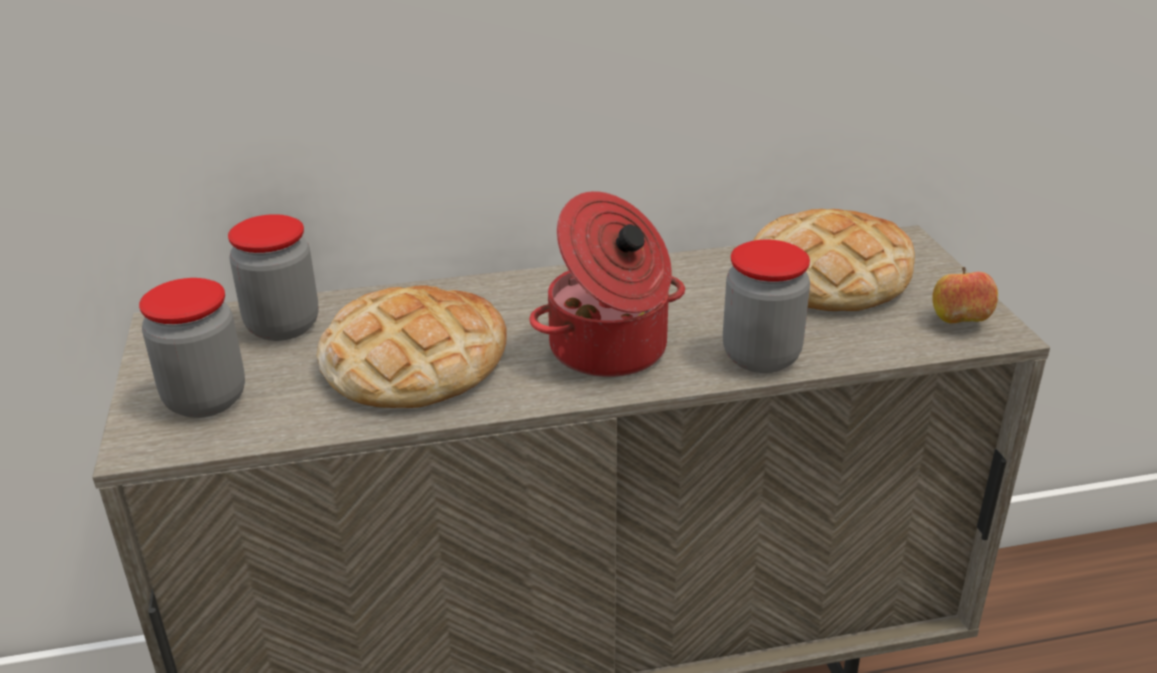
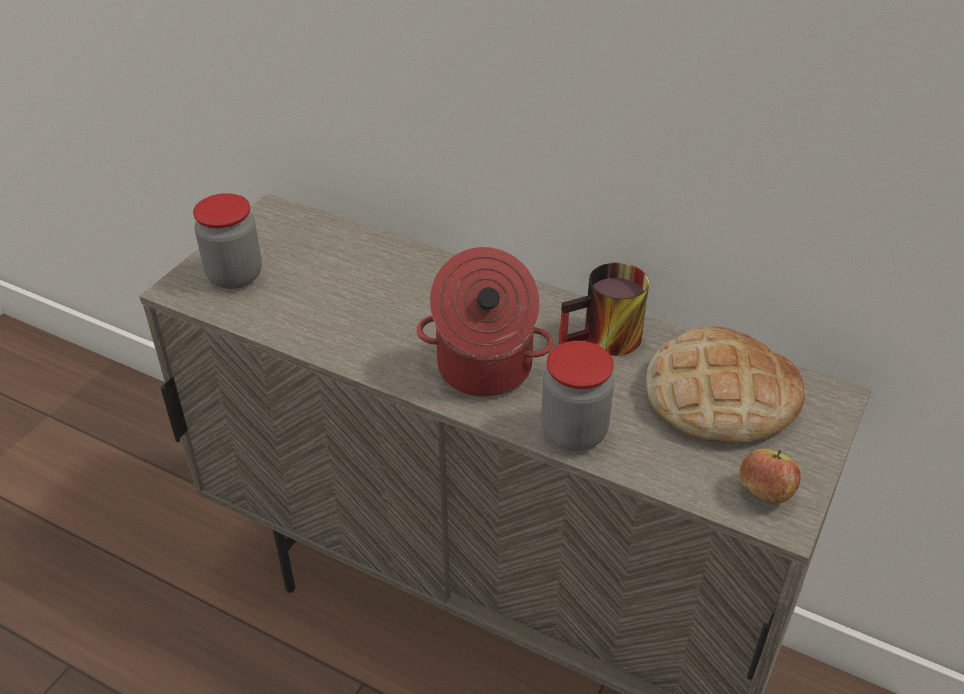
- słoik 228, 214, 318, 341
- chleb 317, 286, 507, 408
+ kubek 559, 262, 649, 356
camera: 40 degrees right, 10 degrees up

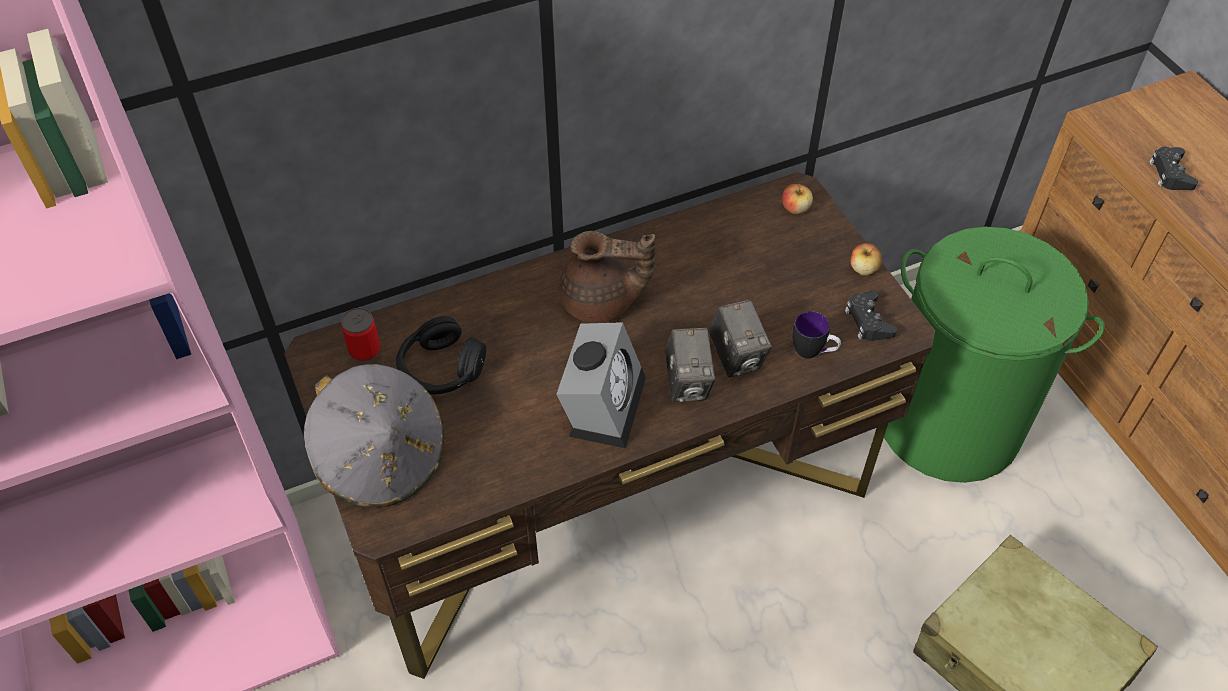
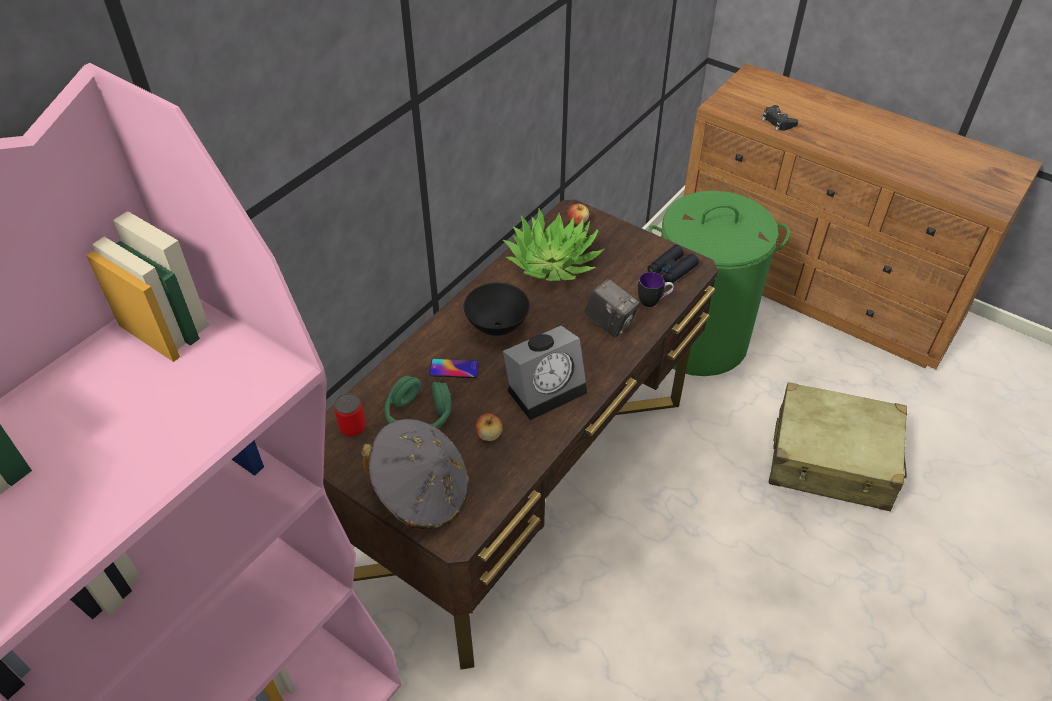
~ słuchawki [czarny] 396, 316, 486, 395 to słuchawki [zielony] 385, 376, 452, 429
~ budzik 556, 322, 646, 448 = 503, 326, 587, 420 75 degrees clockwise
~ imbryk [brązowy] 559, 231, 655, 322 to miska [czarny] 464, 283, 530, 336
- aparat fotograficzny 665, 328, 715, 402
~ pad do gier [czarny] 845, 290, 897, 341 to lornetka [czarny] 648, 245, 699, 283
~ jabłko 851, 243, 882, 275 to 475, 413, 503, 441
+ telefon 429, 359, 479, 378
+ roślina doniczkowa 503, 209, 605, 281
camera: 30 degrees left, 5 degrees down

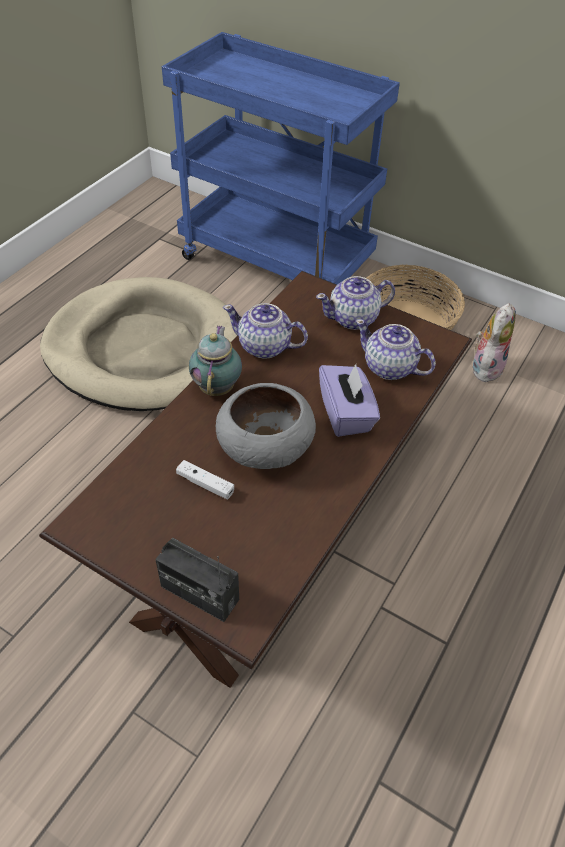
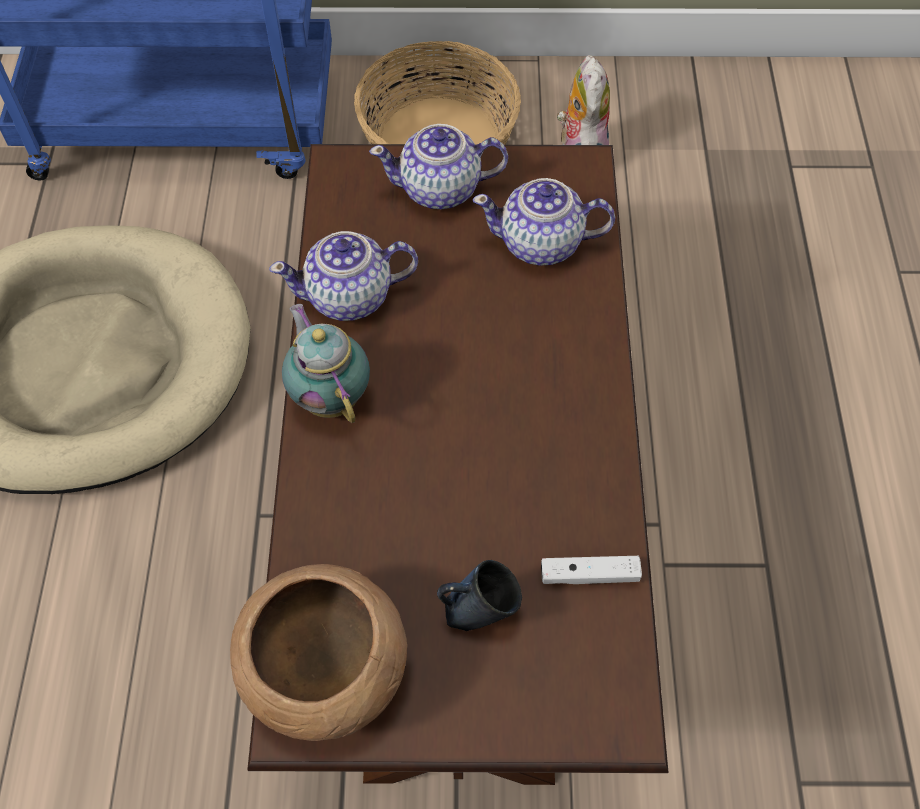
- radio 155, 538, 239, 622
~ pad do gier [biały] 176, 460, 234, 499 to 541, 556, 642, 584
- miska [szary] 216, 383, 316, 469
~ imbryk 316, 276, 395, 330 = 369, 124, 508, 209 45 degrees clockwise
- pudełko chusteczek [fioletowy] 319, 364, 380, 437
+ miska [brązowy] 230, 564, 407, 741
+ kubek [niebieski] 437, 560, 522, 631
camera: 30 degrees left, 10 degrees up

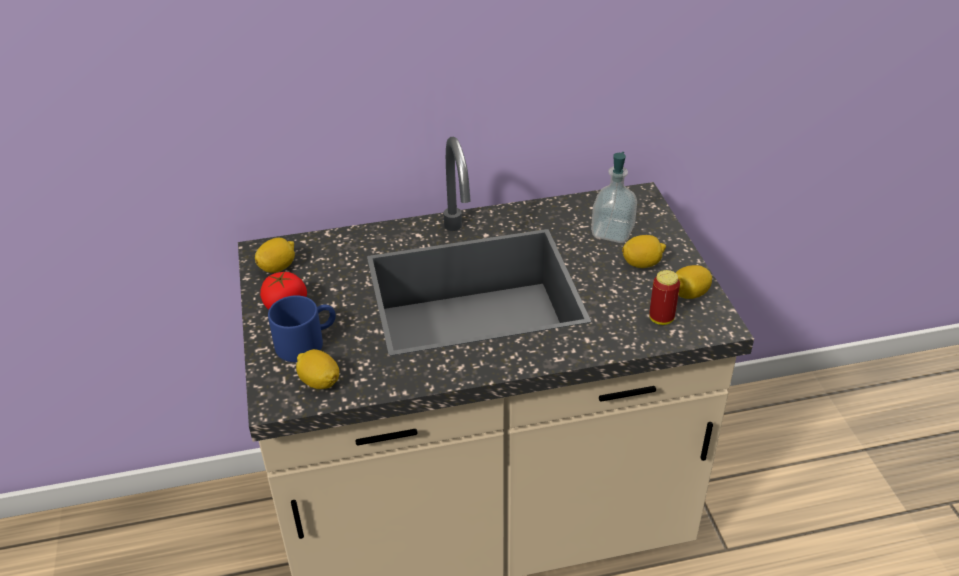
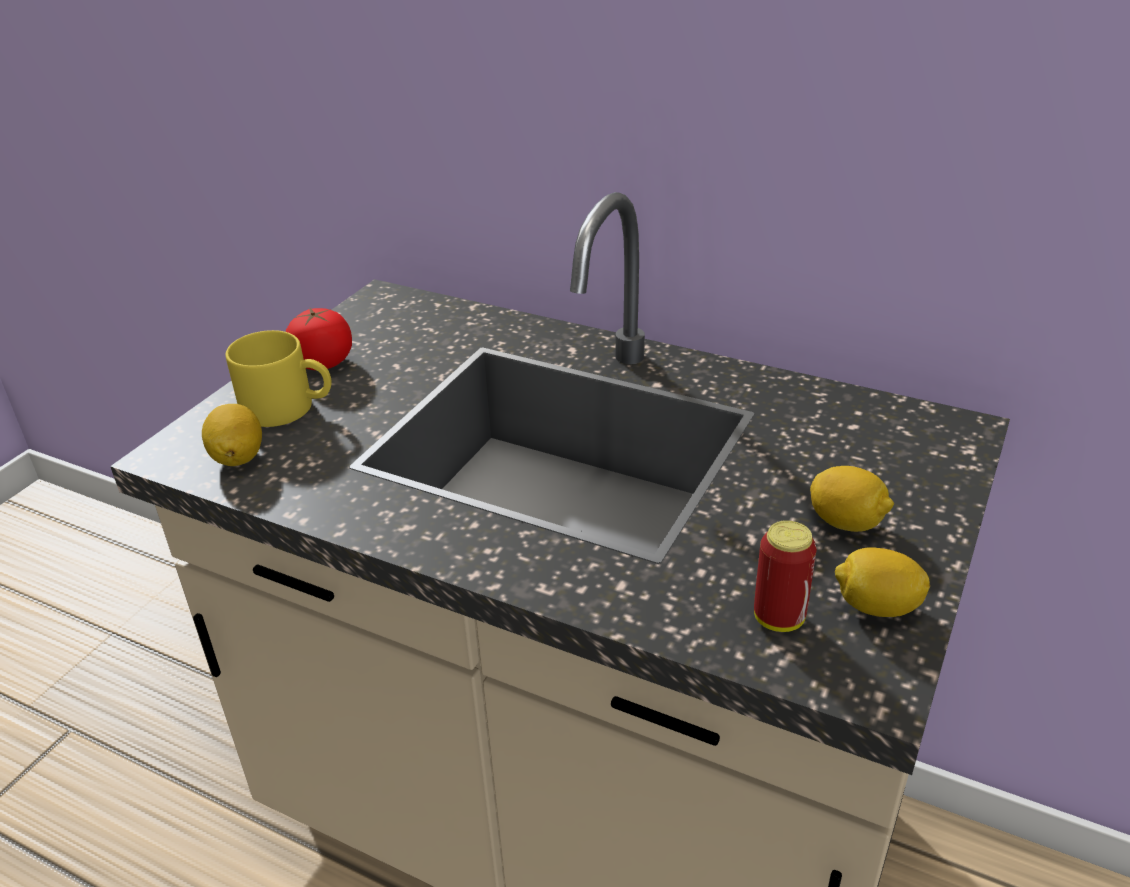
- cytryna 255, 238, 295, 273
~ kubek [niebieski] 268, 295, 336, 362 to kubek [żółty] 226, 330, 332, 427
- dozownik mydła 591, 152, 637, 243
camera: 40 degrees right, 5 degrees down

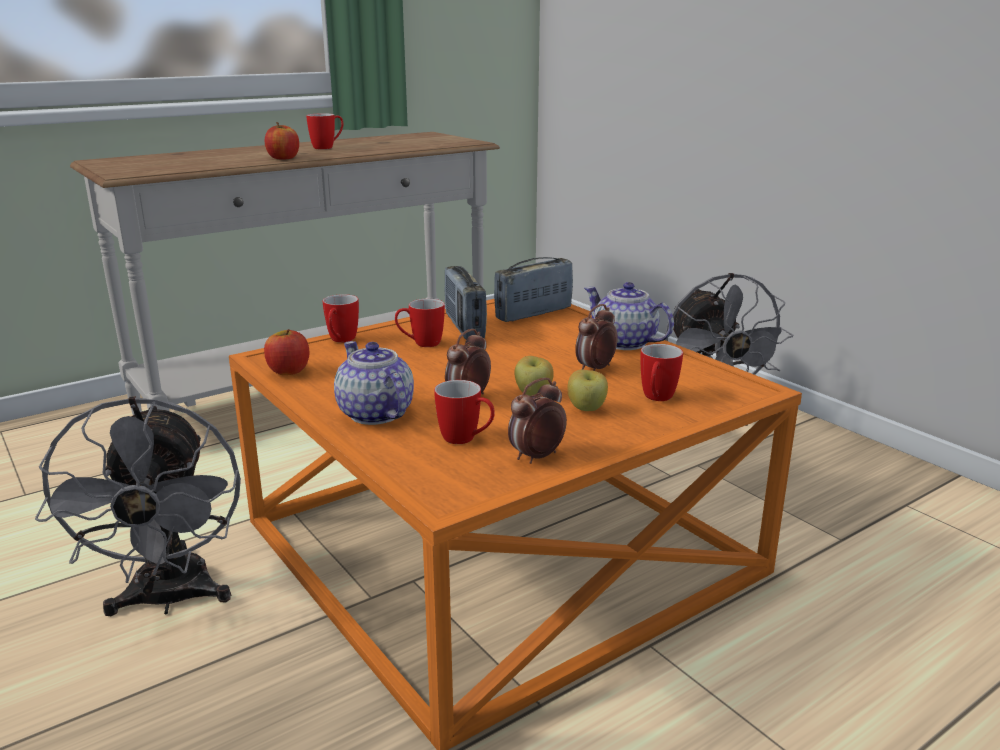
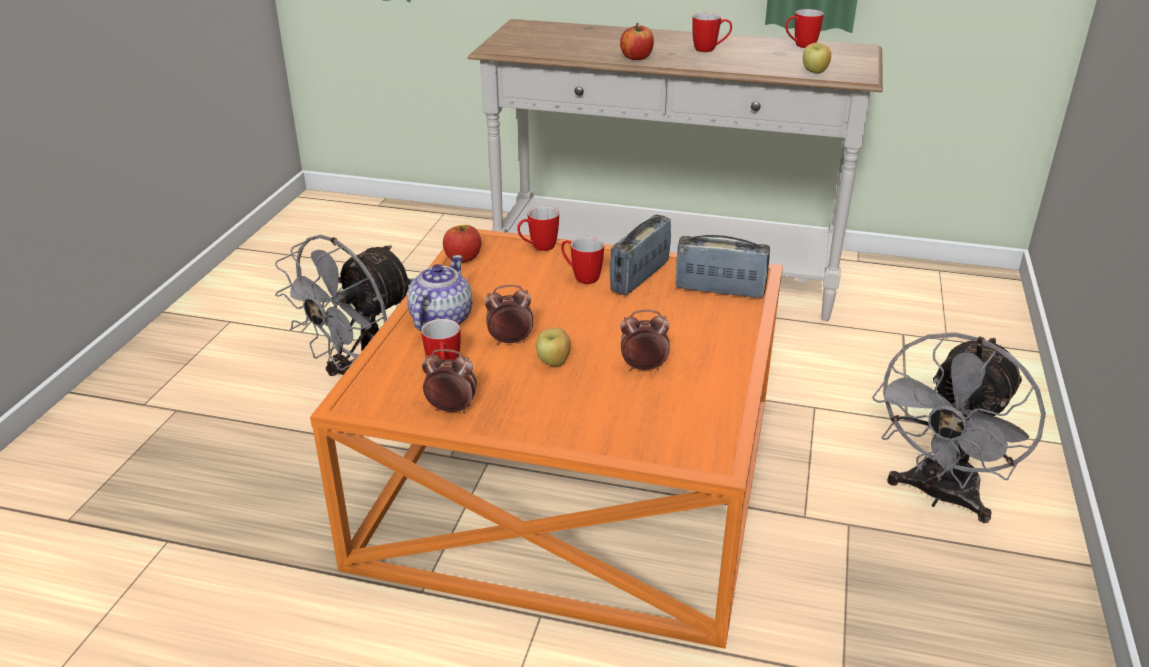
~ jabłko 567, 370, 608, 411 to 803, 43, 831, 74
- imbryk 584, 282, 674, 350
~ kubek 641, 344, 683, 401 to 785, 9, 824, 48
camera: 50 degrees right, 10 degrees up

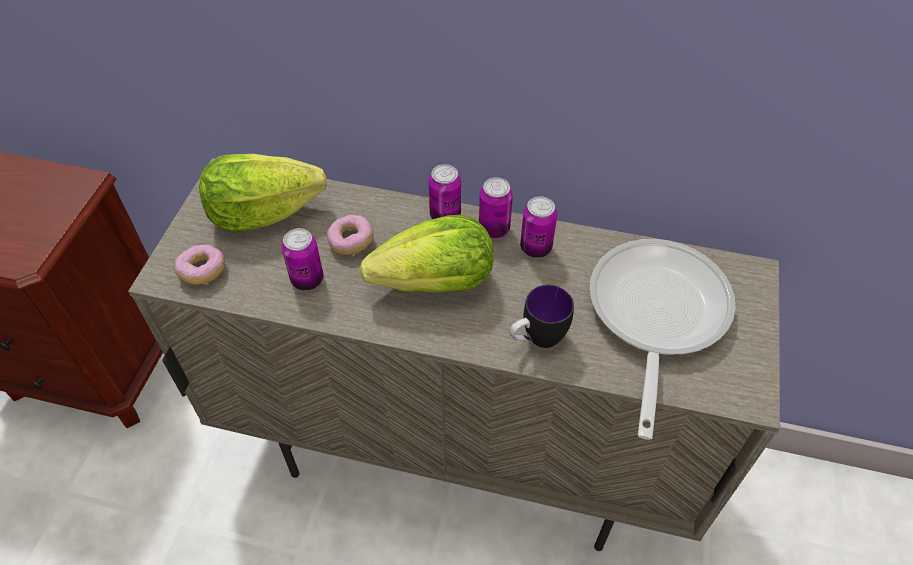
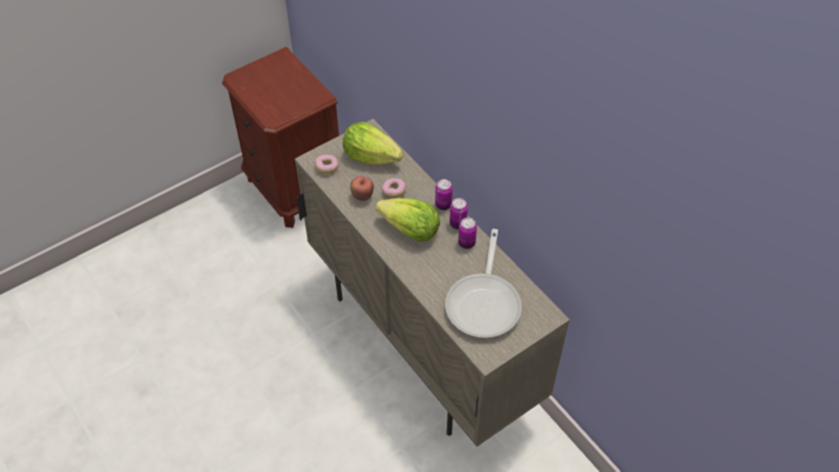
~ puszka 281, 228, 323, 290 to jabłko 350, 176, 374, 201
- kubek 510, 285, 574, 348
~ patelnia 590, 239, 735, 440 = 445, 229, 522, 338 135 degrees clockwise
camera: 40 degrees right, 0 degrees up

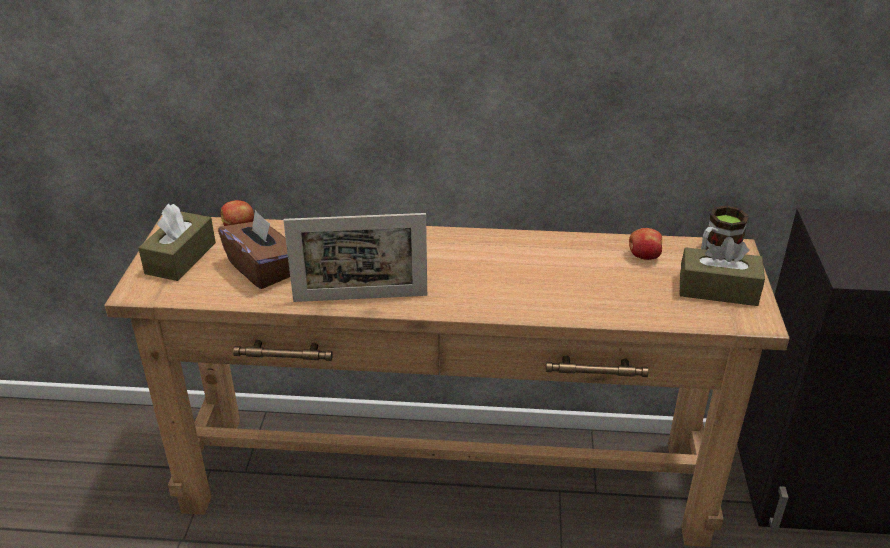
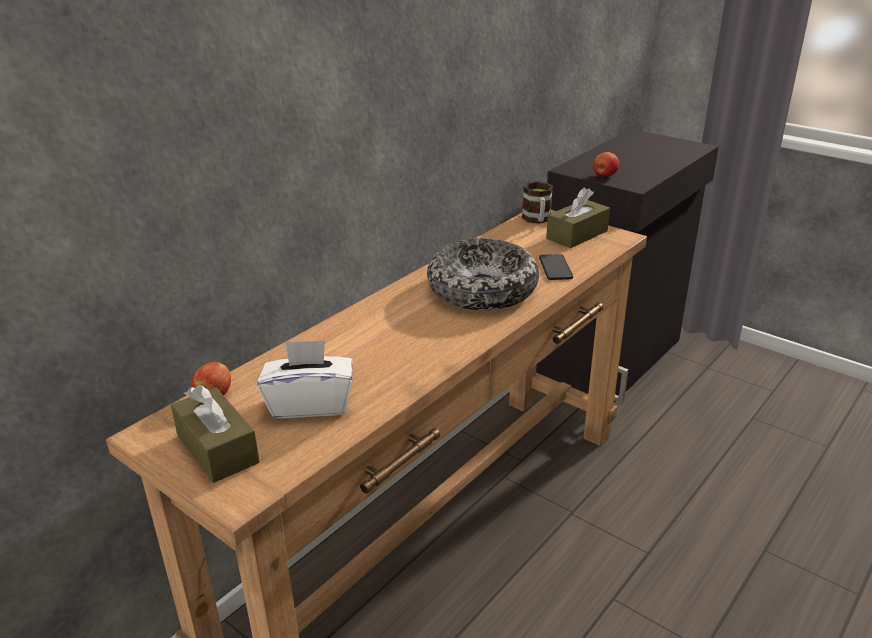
~ pudełko chusteczek [brązowy] 218, 209, 290, 289 to pudełko chusteczek [biały] 258, 340, 353, 418
- ramka na zdjęcie 283, 213, 427, 302
~ jabłko 629, 228, 662, 260 to 593, 152, 619, 177
+ miska 427, 238, 539, 310
+ telefon 539, 254, 573, 280
camera: 55 degrees left, 5 degrees down

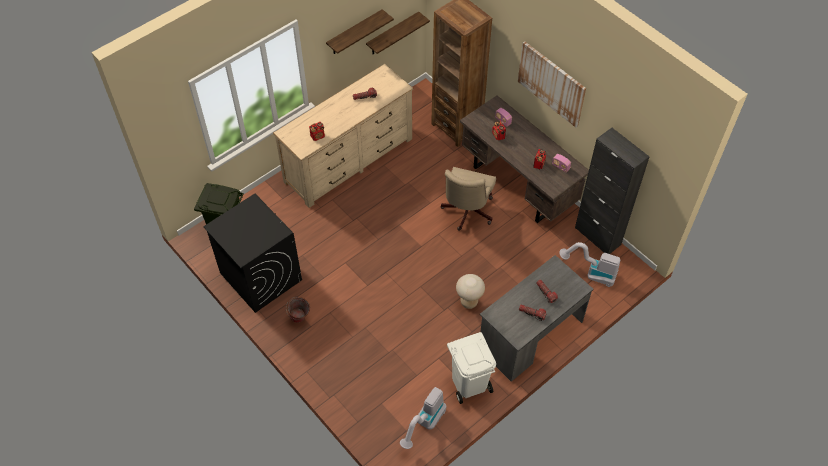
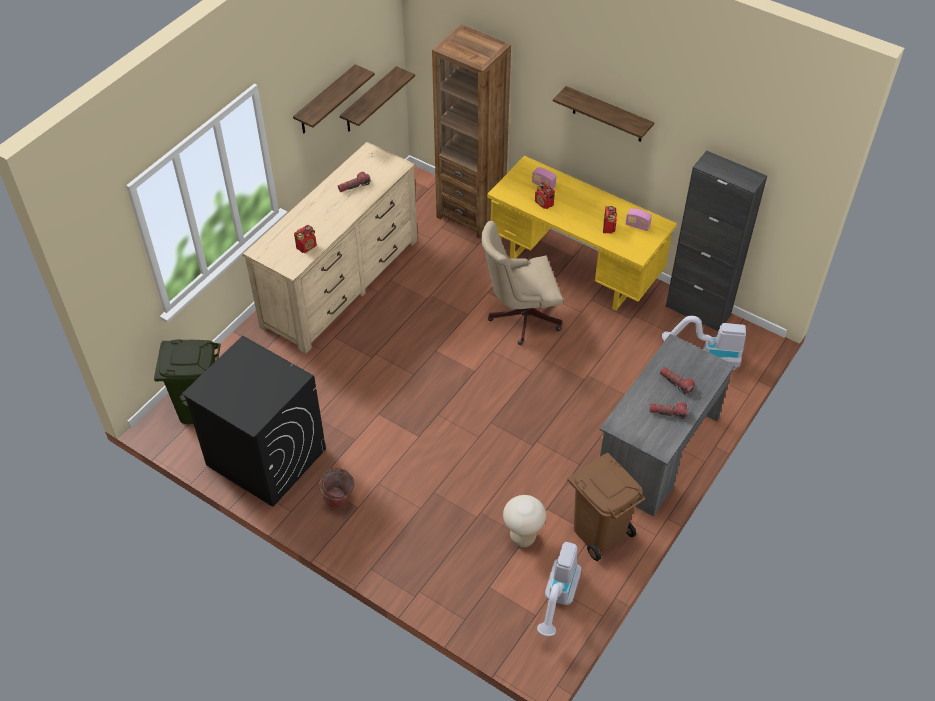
~ krzesło biurowe [beżowy] 441, 167, 496, 231 = 481, 221, 563, 345 75 degrees clockwise
~ kosz na śmieci [biały] 447, 332, 496, 404 to kosz na śmieci [brązowy] 567, 453, 645, 561
~ stołek [beżowy] 456, 274, 485, 309 to 503, 495, 546, 547
~ biurko [brązowy] 460, 96, 589, 223 to biurko [żółty] 487, 156, 677, 311
~ obraz 518, 41, 586, 128 to półka 553, 86, 654, 142
camera: 15 degrees left, 5 degrees down

